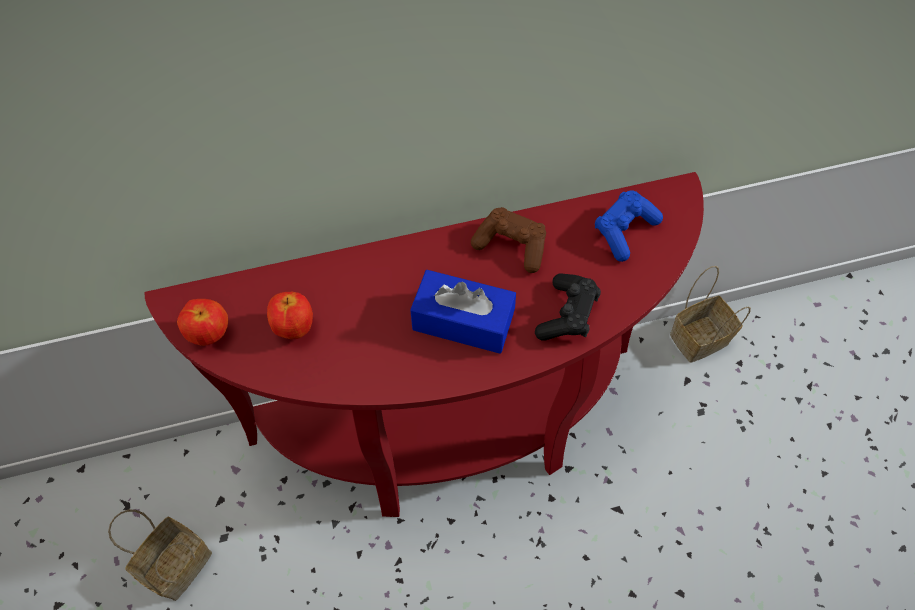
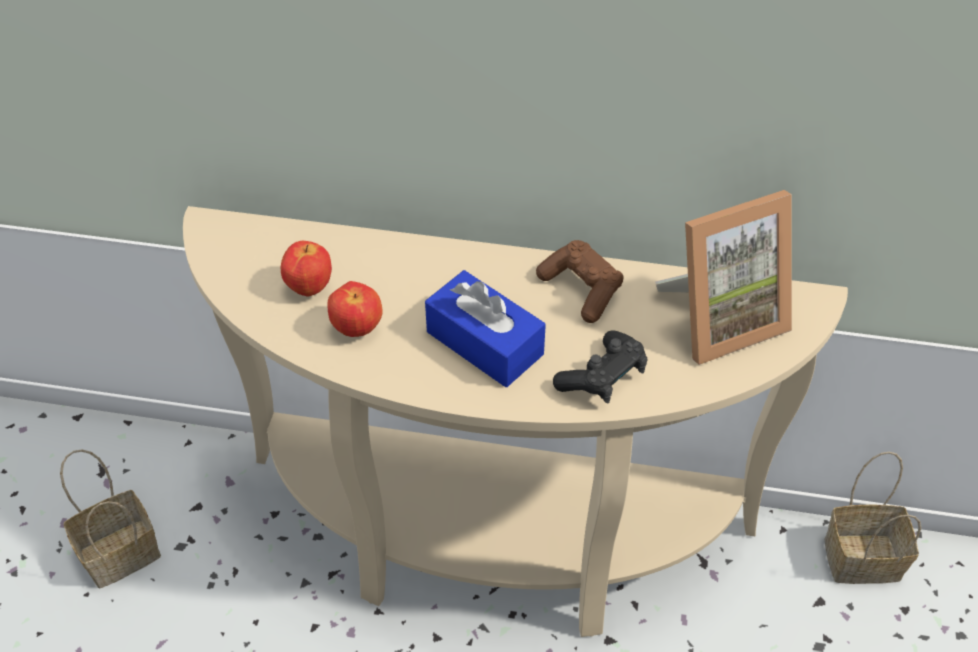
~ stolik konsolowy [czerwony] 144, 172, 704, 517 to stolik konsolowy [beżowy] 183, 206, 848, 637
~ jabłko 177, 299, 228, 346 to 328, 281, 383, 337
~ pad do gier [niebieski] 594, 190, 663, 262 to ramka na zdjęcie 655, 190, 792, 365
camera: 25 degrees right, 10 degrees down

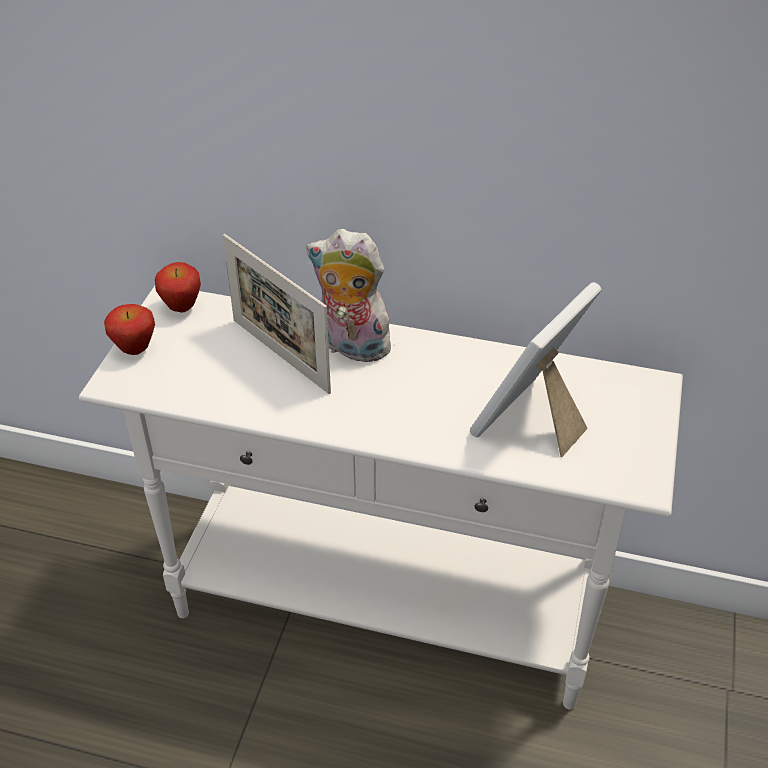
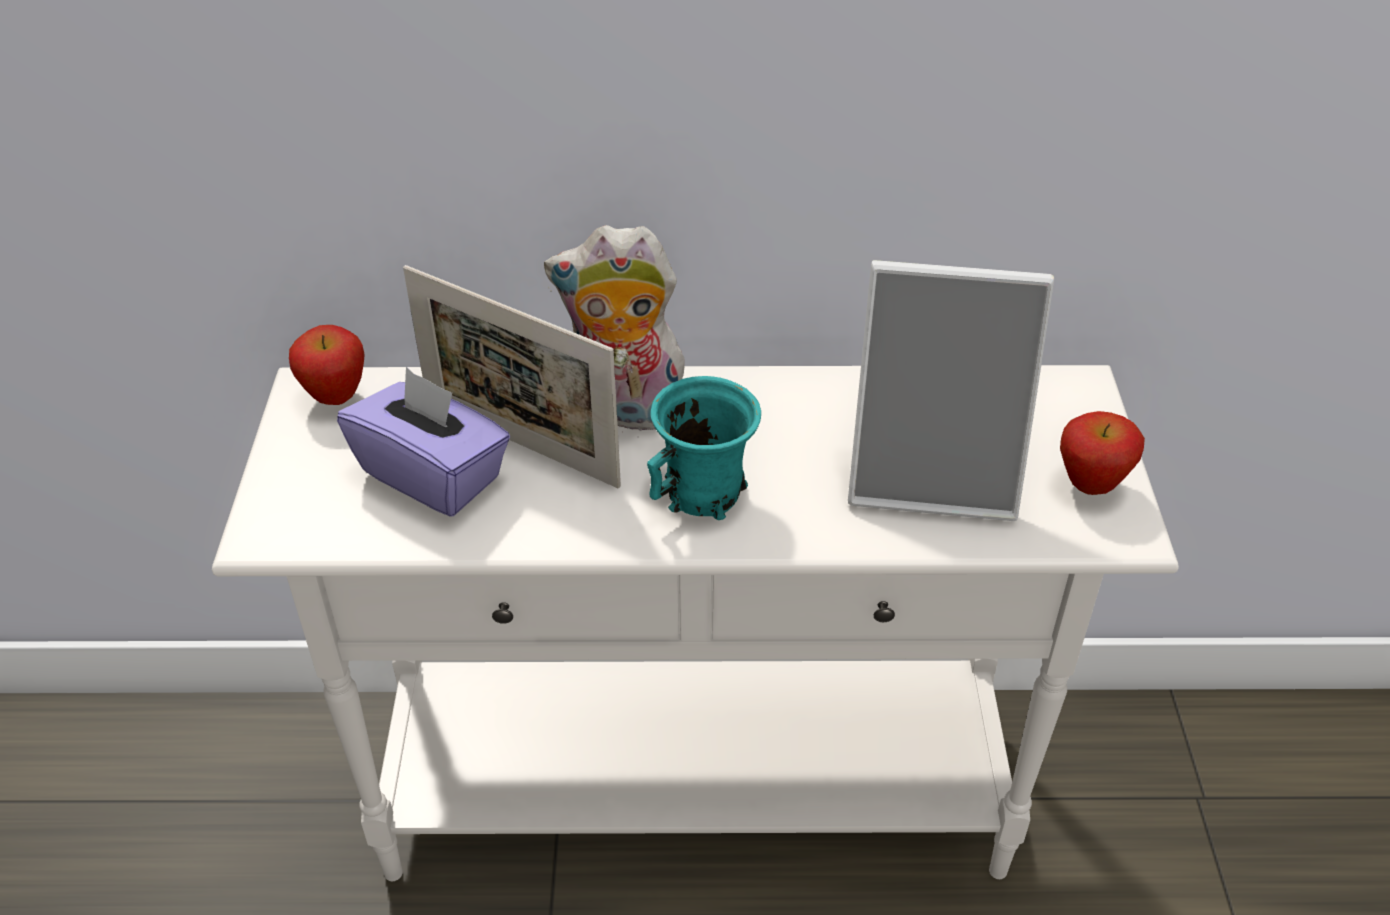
~ jabłko 104, 304, 155, 355 to 1060, 411, 1145, 495
~ ramka na zdjęcie 470, 282, 602, 457 = 848, 260, 1054, 521 105 degrees counterclockwise
+ pudełko chusteczek [fioletowy] 337, 367, 510, 516
+ kubek [turkusowy] 647, 376, 761, 520
camera: 15 degrees left, 0 degrees up

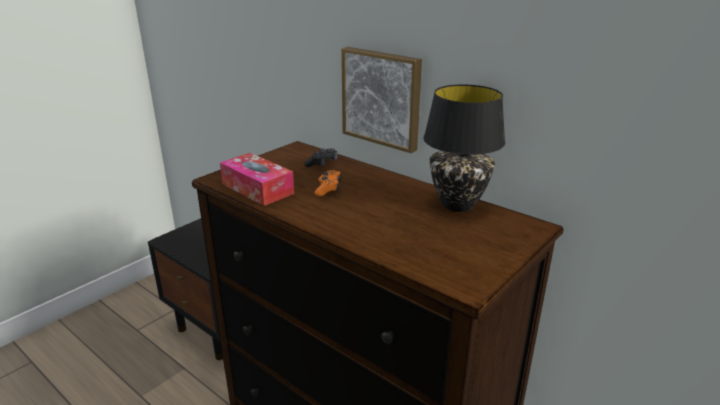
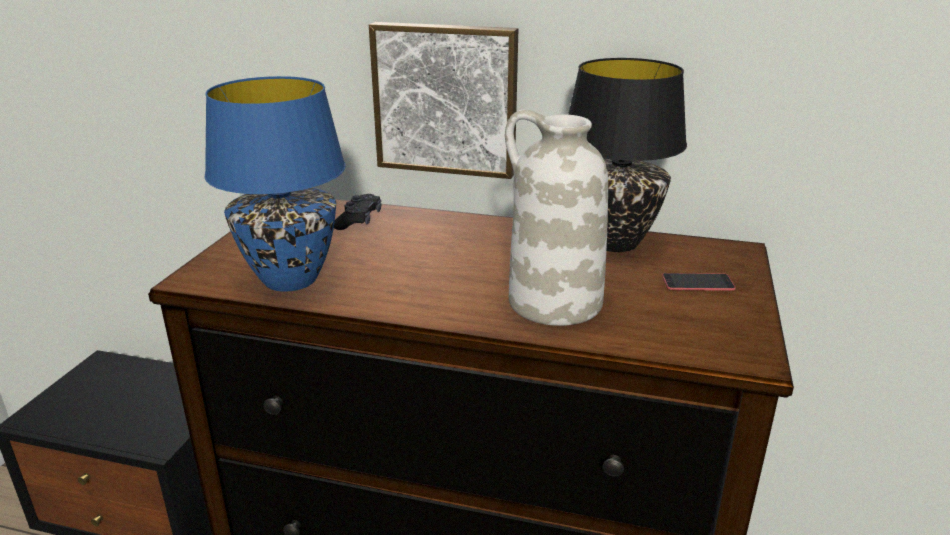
~ pudełko chusteczek 220, 153, 294, 206 to lampa stołowa [niebieski] 205, 76, 346, 292
- pad do gier [pomarańczowy] 315, 170, 341, 196
+ wazon [biały] 505, 110, 608, 326
+ telefon 662, 273, 736, 291
camera: 25 degrees left, 0 degrees up

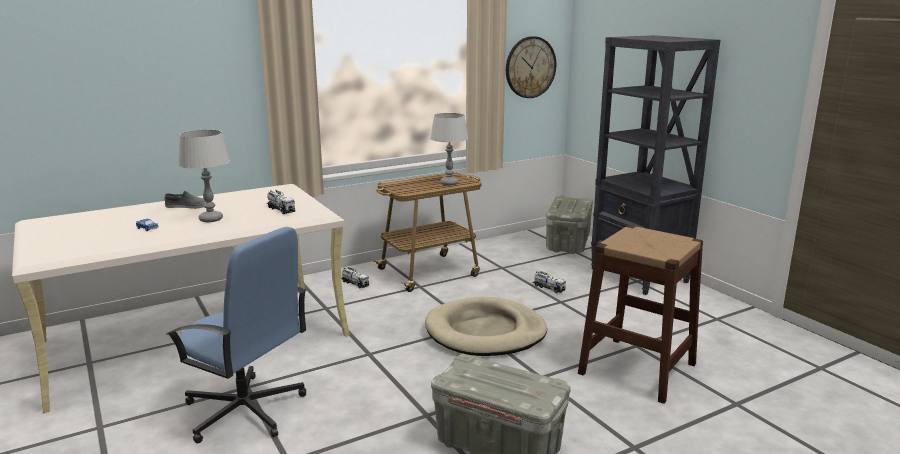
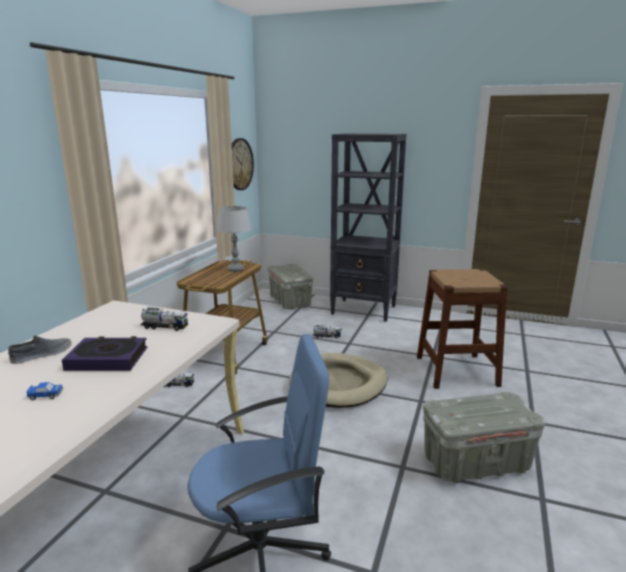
~ lampa stołowa [szary] 178, 130, 230, 222 to książka 62, 336, 147, 371
camera: 40 degrees left, 0 degrees up

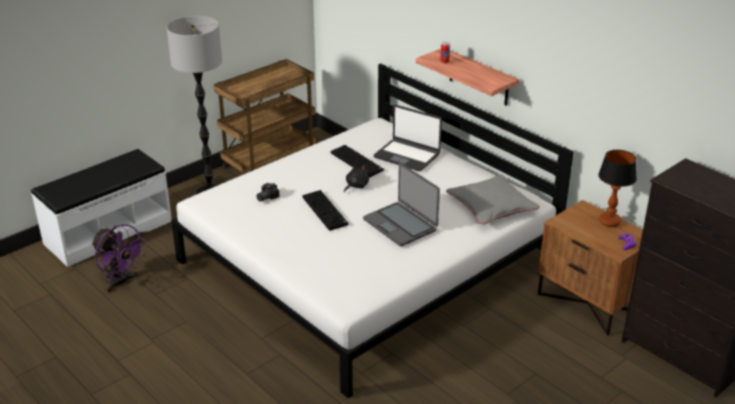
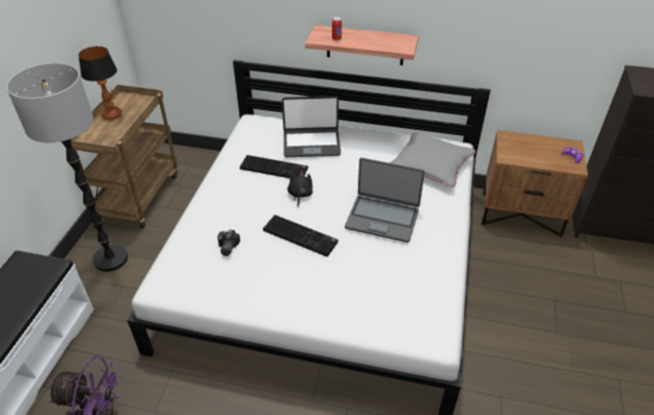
~ lampa stołowa 598, 150, 637, 227 to 78, 46, 122, 120
camera: 35 degrees left, 10 degrees up

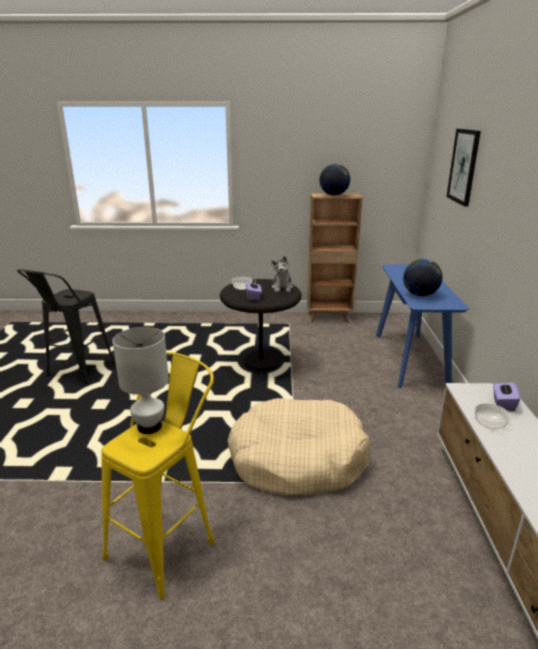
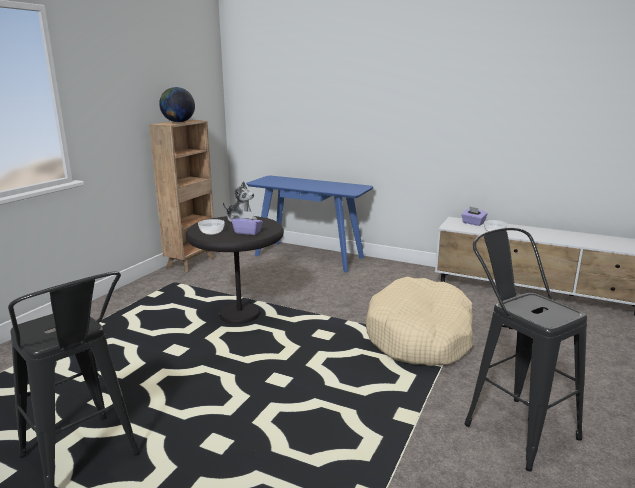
~ stołek [żółty] 101, 352, 215, 599 to stołek [czarny] 464, 228, 587, 472
- lampa stołowa [biały] 112, 327, 169, 434
- globus 403, 259, 443, 296
- obraz 447, 129, 481, 207
camera: 65 degrees left, 5 degrees down

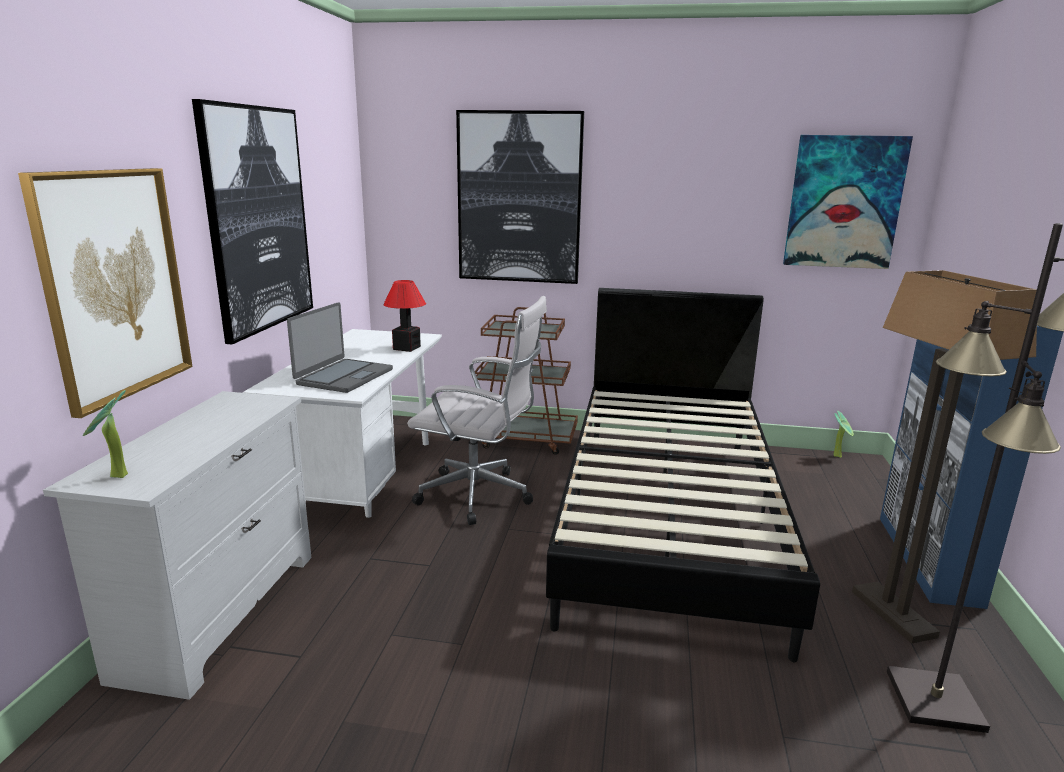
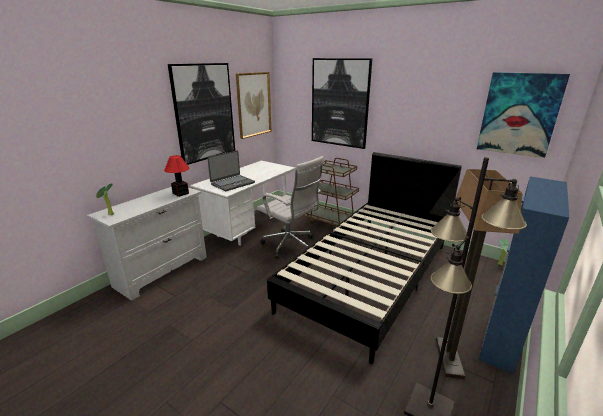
~ obraz 18, 168, 193, 418 to 236, 72, 271, 139
~ lampa stołowa 383, 280, 426, 352 to 164, 155, 190, 197
camera: 25 degrees right, 5 degrees up

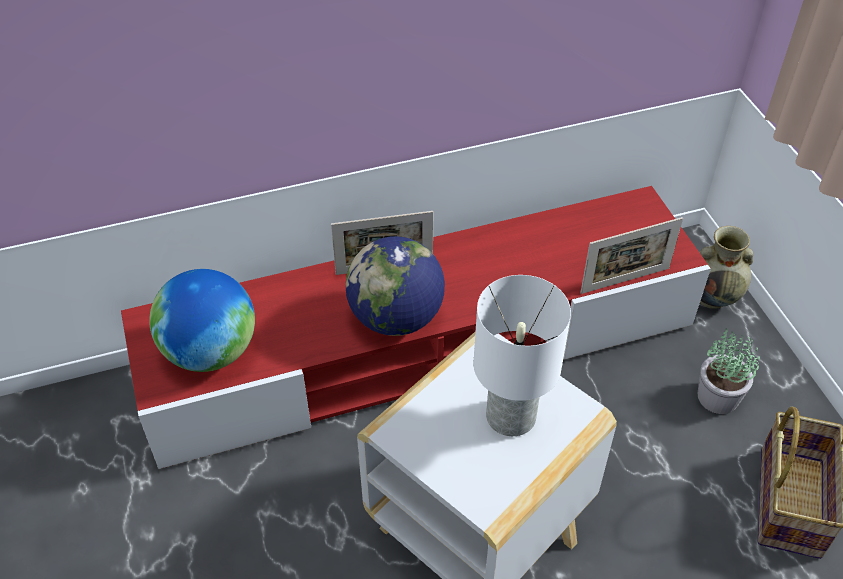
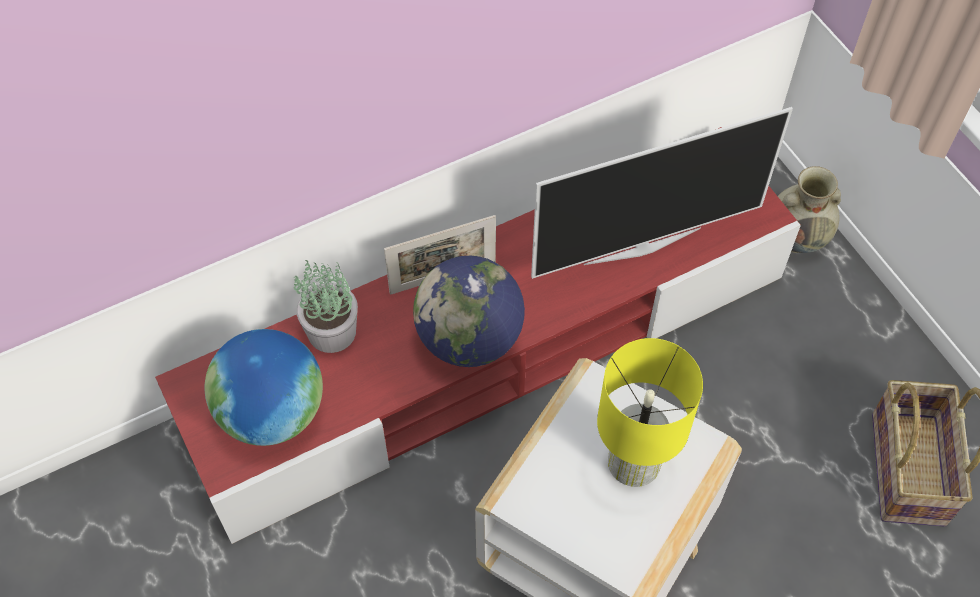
~ lampa stołowa [biały] 474, 275, 571, 436 to lampa stołowa [żółty] 597, 338, 703, 487
- ramka na zdjęcie 580, 217, 683, 294
~ roślina doniczkowa 698, 328, 760, 414 to 294, 260, 358, 353
+ telewizor 531, 107, 793, 279
camera: 10 degrees left, 10 degrees up

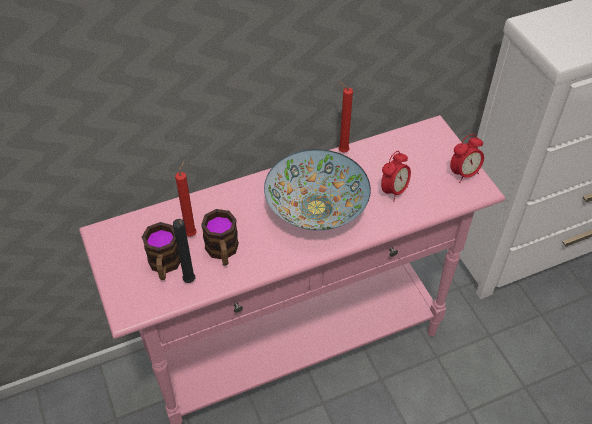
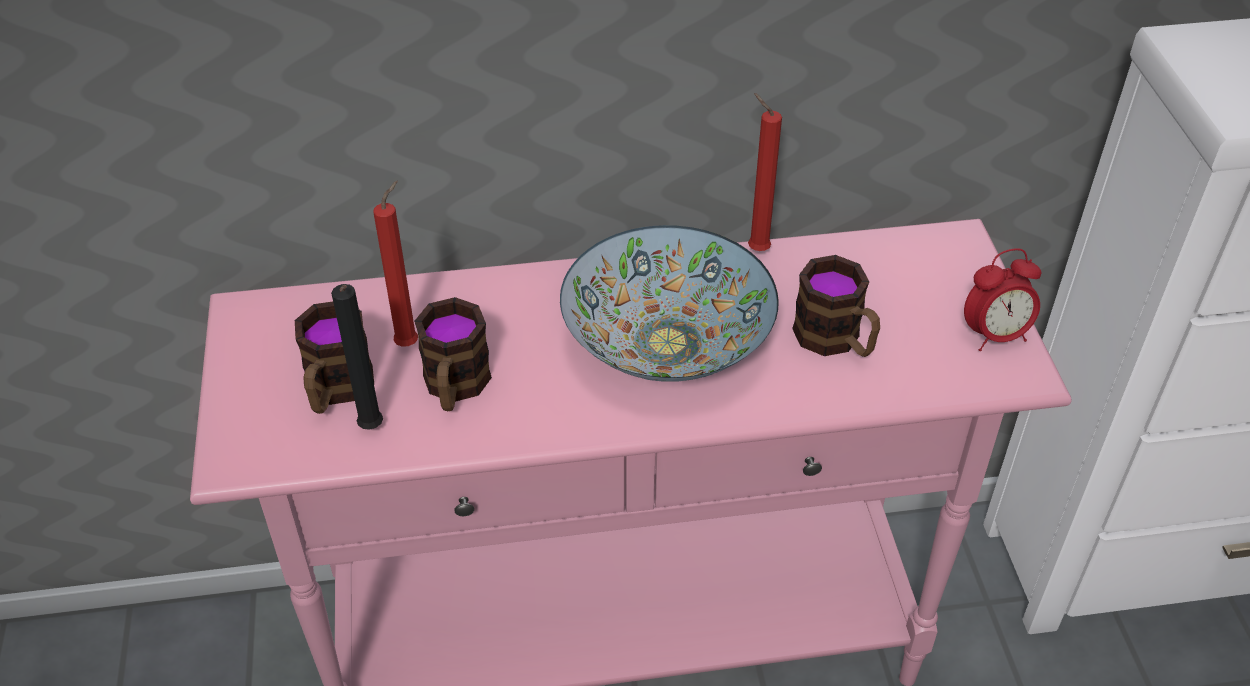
~ budzik 381, 151, 411, 202 to kubek 792, 255, 880, 357
camera: 15 degrees right, 5 degrees down

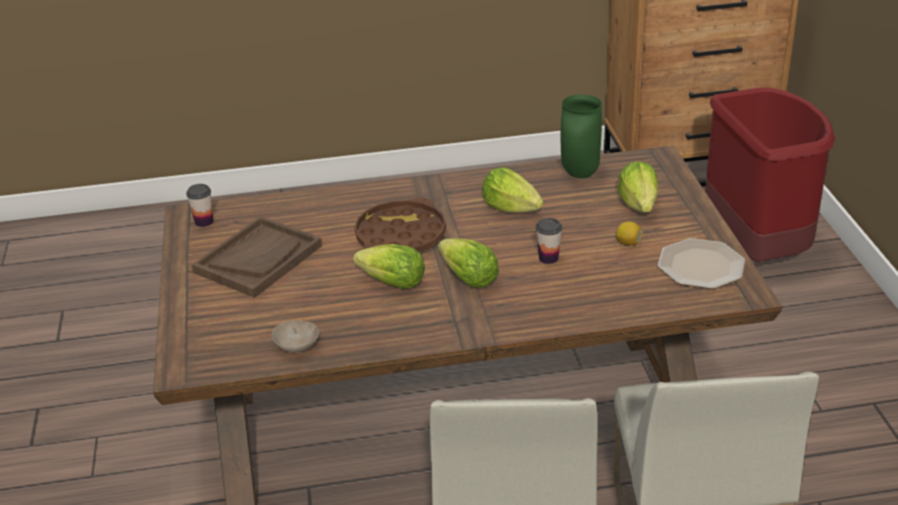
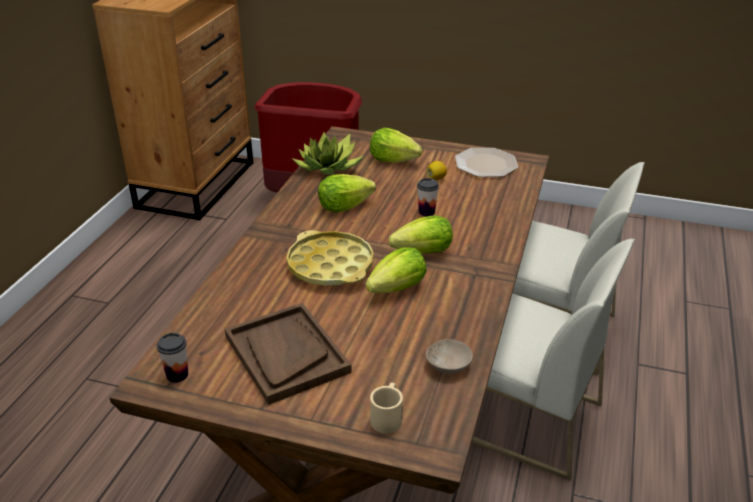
~ taca [brązowy] 354, 198, 446, 252 to taca [żółty] 286, 230, 374, 286
~ wazon [zielony] 560, 94, 602, 178 to roślina doniczkowa 292, 132, 363, 175
+ kubek [beżowy] 370, 383, 403, 434
camera: 65 degrees left, 0 degrees up

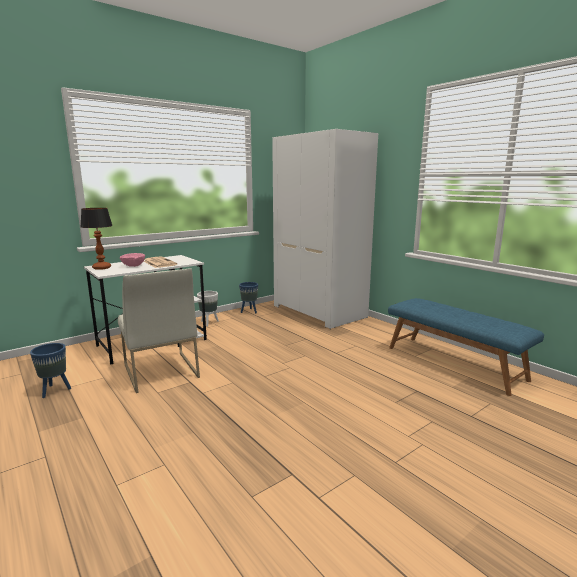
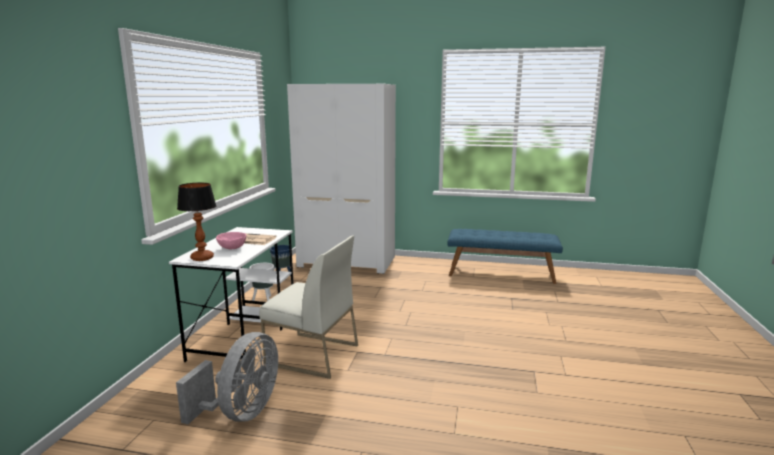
~ donica [niebieski] 30, 343, 71, 398 to wentylator [szary] 176, 332, 278, 424
camera: 40 degrees left, 0 degrees up

